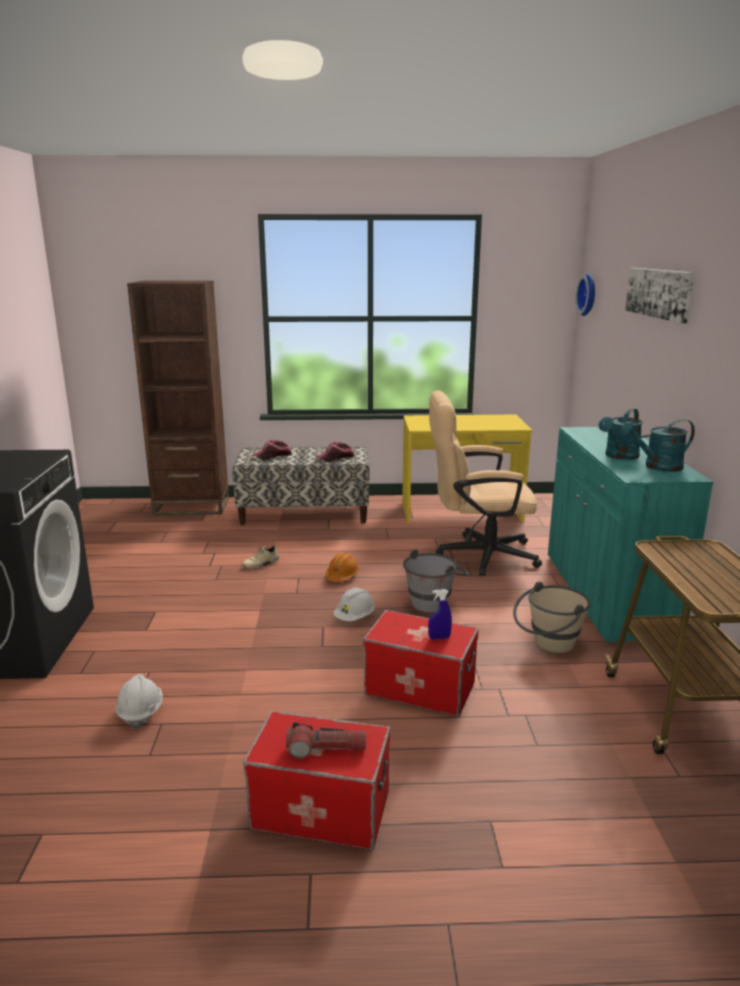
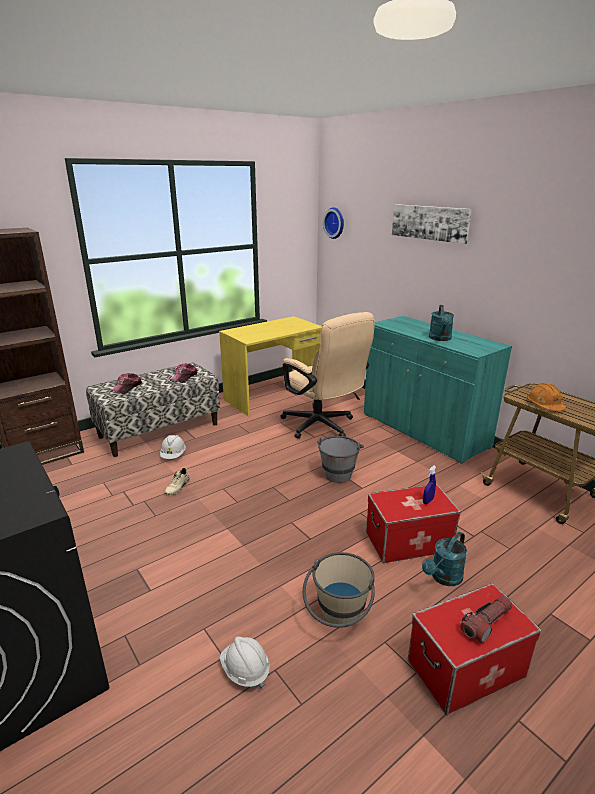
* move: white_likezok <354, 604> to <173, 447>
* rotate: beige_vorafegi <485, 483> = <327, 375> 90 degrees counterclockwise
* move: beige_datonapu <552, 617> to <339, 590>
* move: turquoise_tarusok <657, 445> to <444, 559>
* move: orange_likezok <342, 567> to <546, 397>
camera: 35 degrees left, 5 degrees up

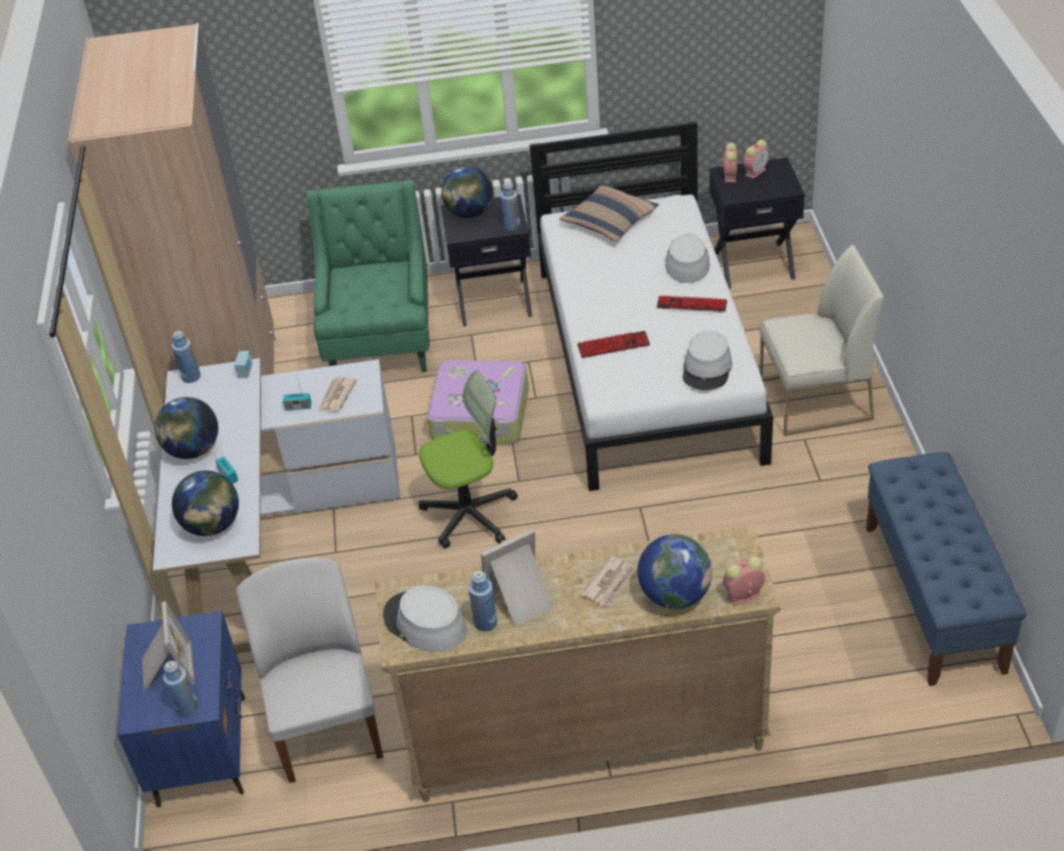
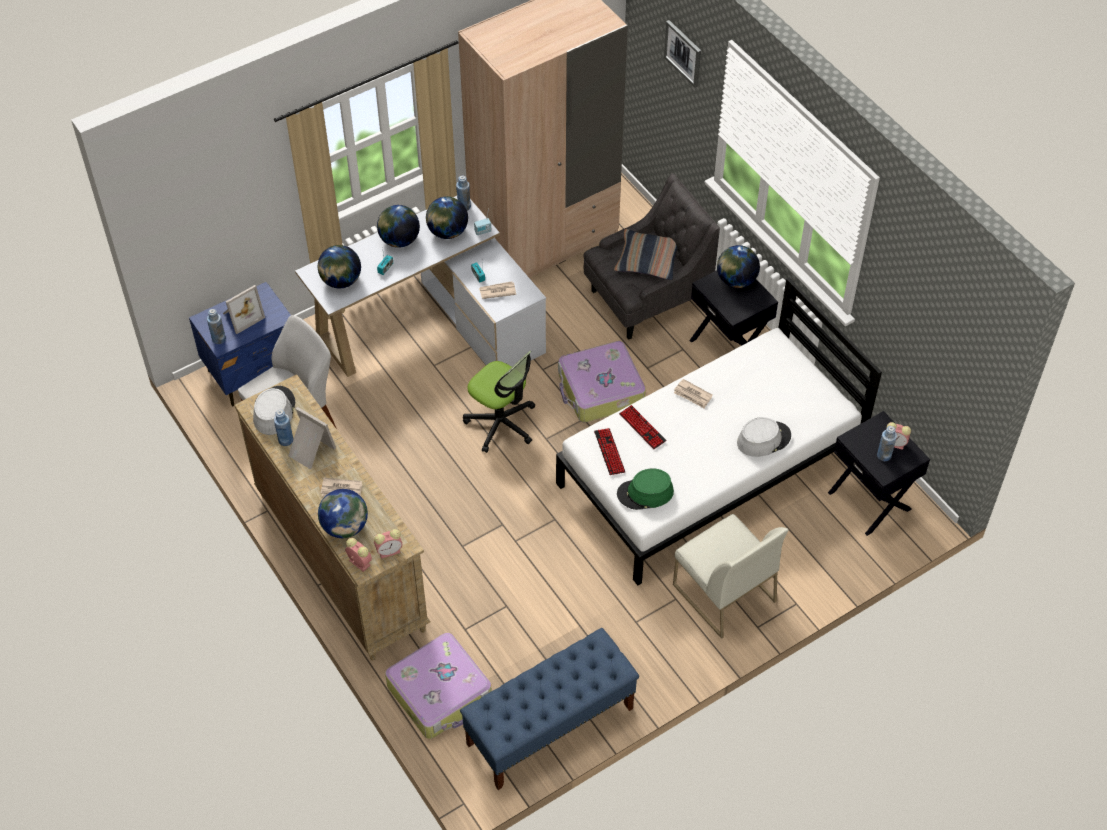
* move: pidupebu <729, 162> to <388, 544>
* insert: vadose <438, 686>
* insert: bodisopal <447, 218>
* recolor: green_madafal <368, 276> to grey_madafal <651, 256>
* move: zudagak <692, 304> to <609, 451>
* move: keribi <609, 212> to <646, 254>
* recolor: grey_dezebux <707, 360> to green_dezebux <645, 489>
* insert: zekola <682, 54>
* insert: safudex <693, 393>
* move: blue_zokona <510, 206> to <887, 443>
camera: 60 degrees right, 10 degrees up

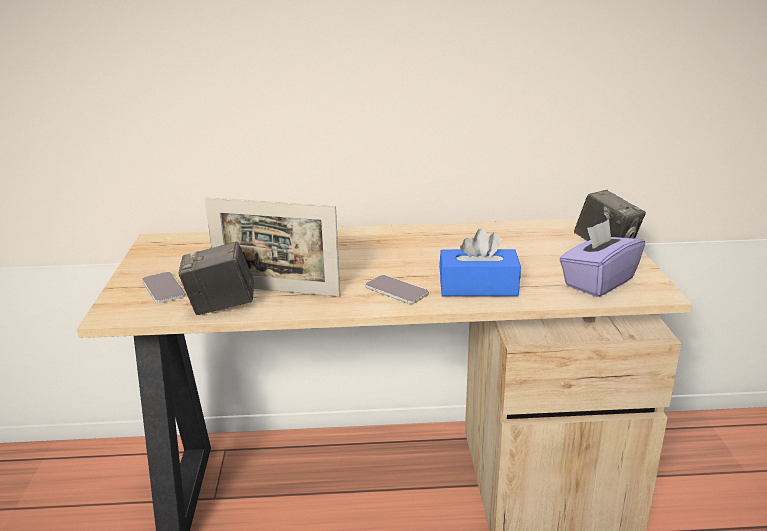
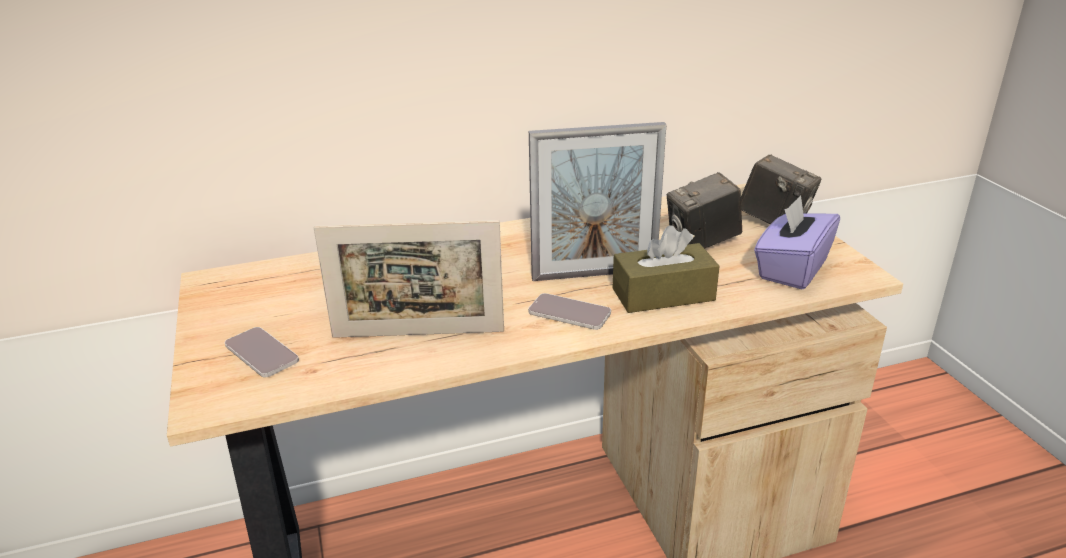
* insert: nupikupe <597, 201>
* recolor: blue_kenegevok <480, 262> to brown_kenegevok <666, 269>
* move: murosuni <216, 278> to <704, 210>
camera: 15 degrees left, 5 degrees up

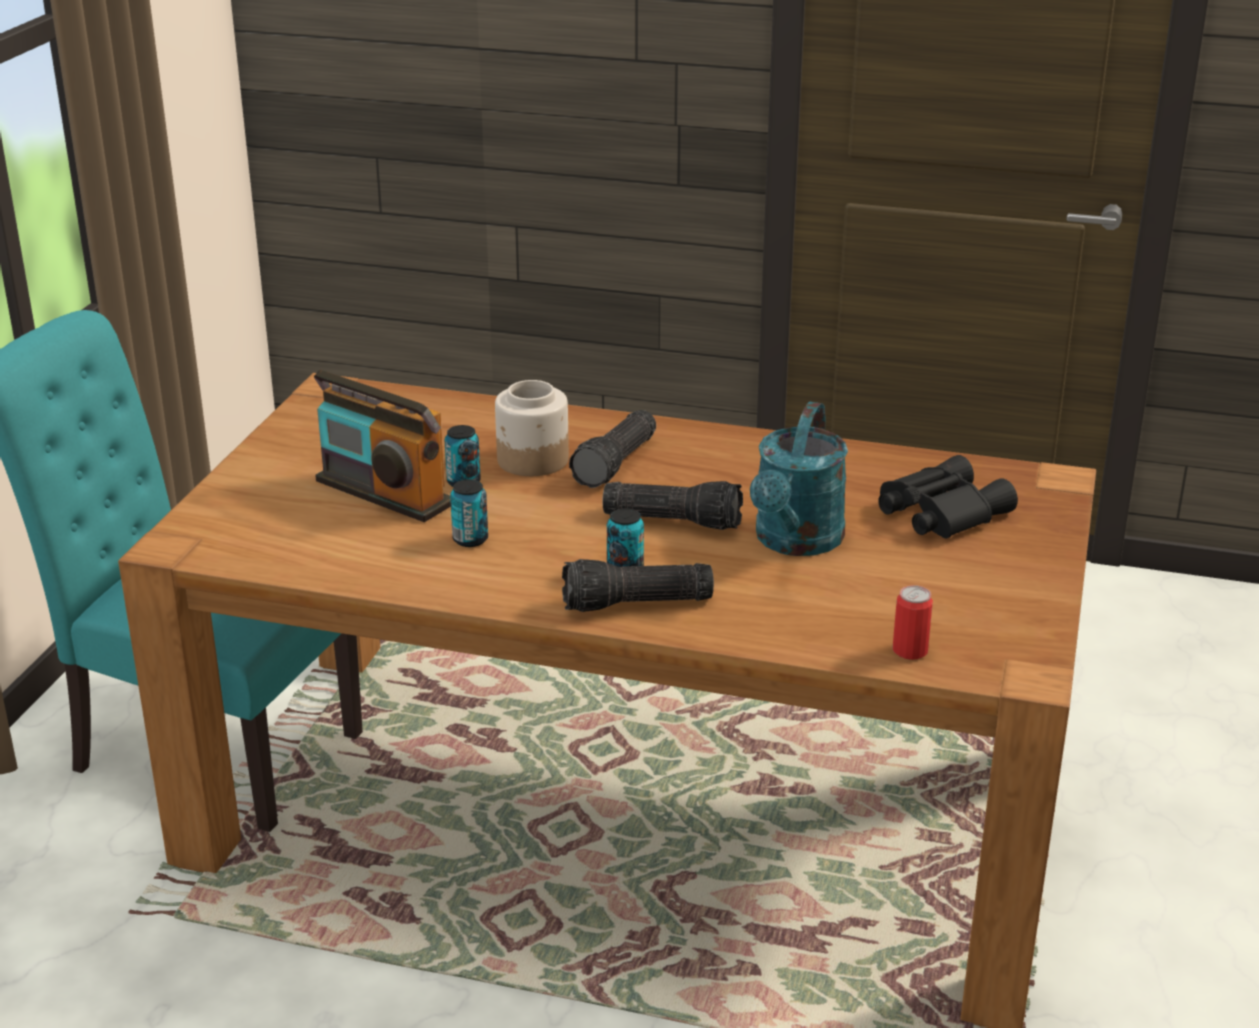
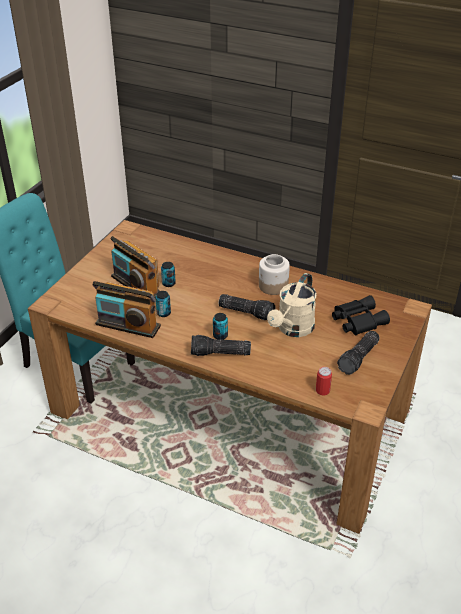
* insert: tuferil <126, 309>
* move: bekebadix <532, 428> to <274, 274>
* recolor: turquoise_tarusok <799, 478> to beige_tarusok <292, 305>
* move: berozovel <612, 449> to <358, 353>
camera: 10 degrees right, 10 degrees up

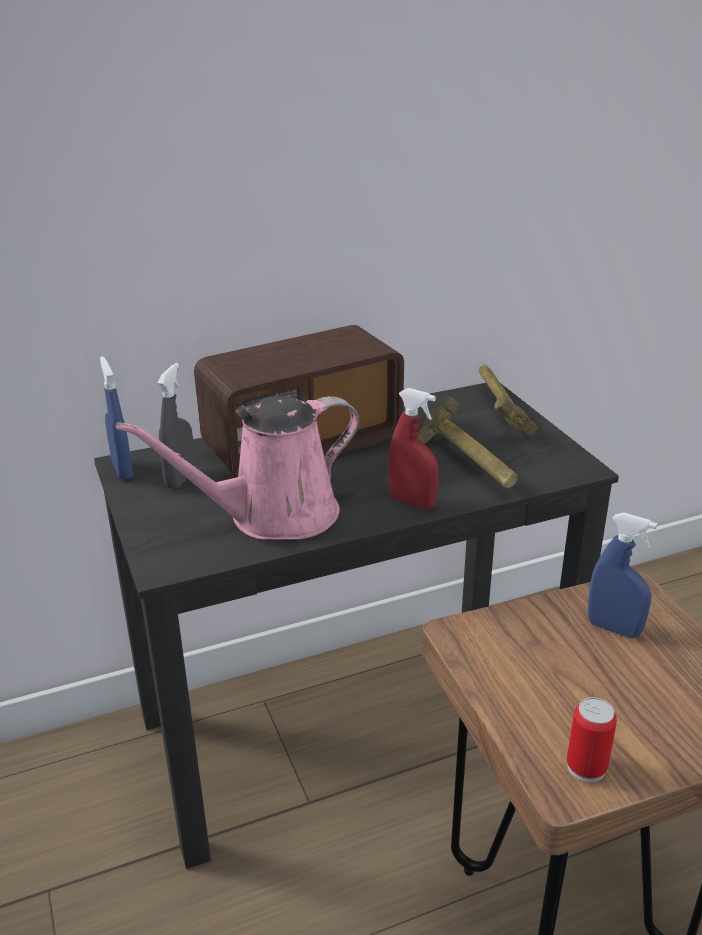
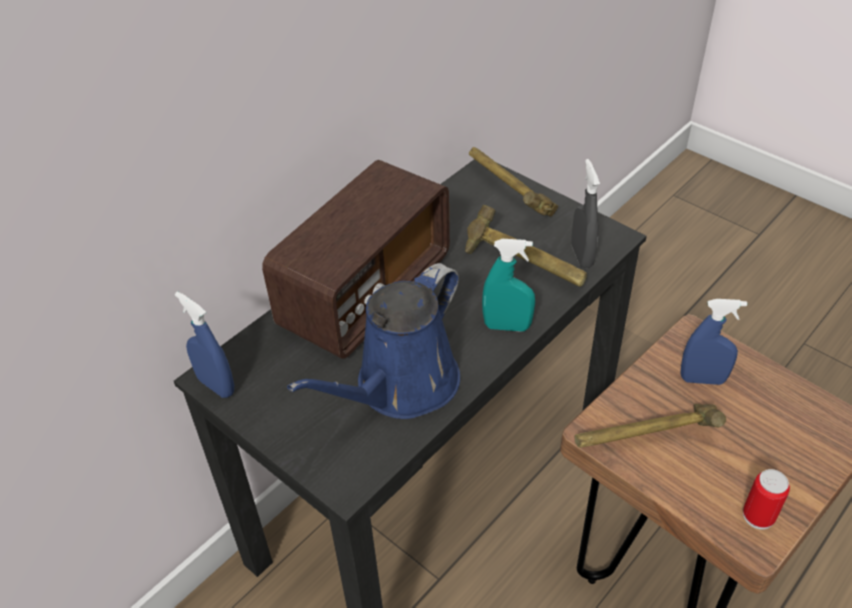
* recolor: pink_tarusok <237, 468> to blue_tarusok <373, 341>
* recolor: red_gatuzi <413, 448> to turquoise_gatuzi <508, 285>
* move: grey_gatuzi <176, 426> to <585, 213>
* insert: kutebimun <650, 425>
camera: 25 degrees left, 15 degrees up

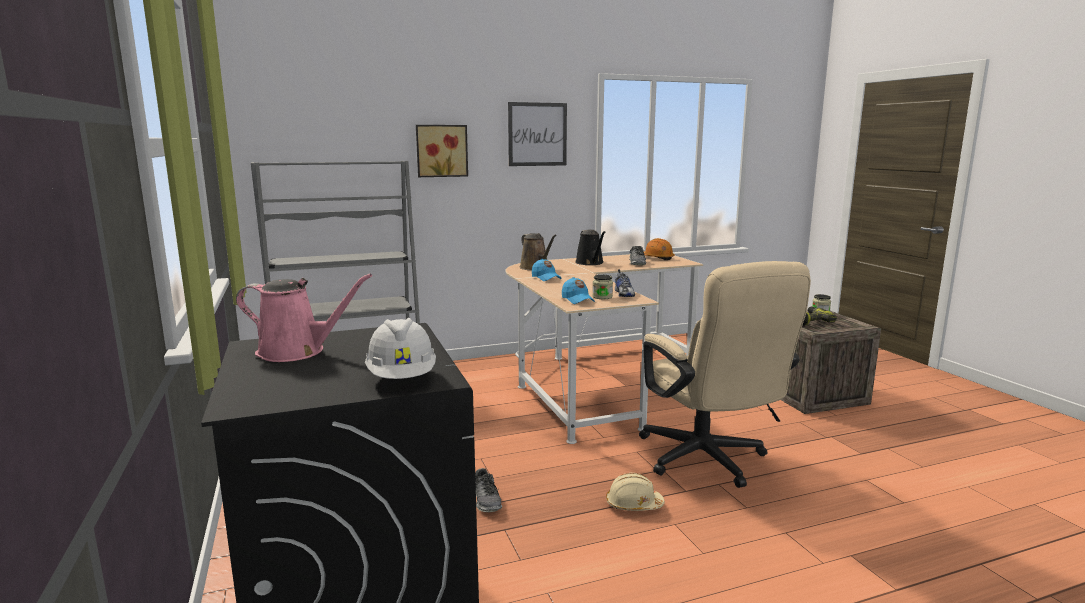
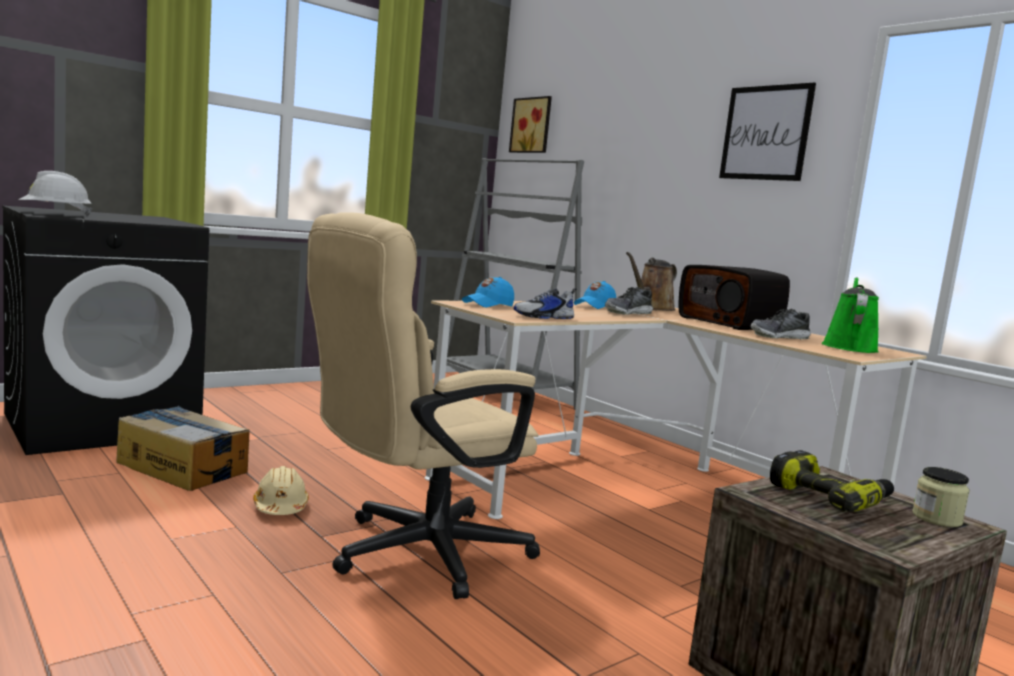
* insert: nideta <182, 448>
* move: zekola <442, 151> to <530, 124>
* move: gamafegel <488, 490> to <629, 301>
* replace: black_tarusok <590, 247> to tuferil <734, 297>
* replace: orange_likezok <659, 249> to green_tarusok <850, 315>
* delete: pink_tarusok <304, 318>
* delete: bekebadix <602, 287>
camera: 70 degrees right, 5 degrees down

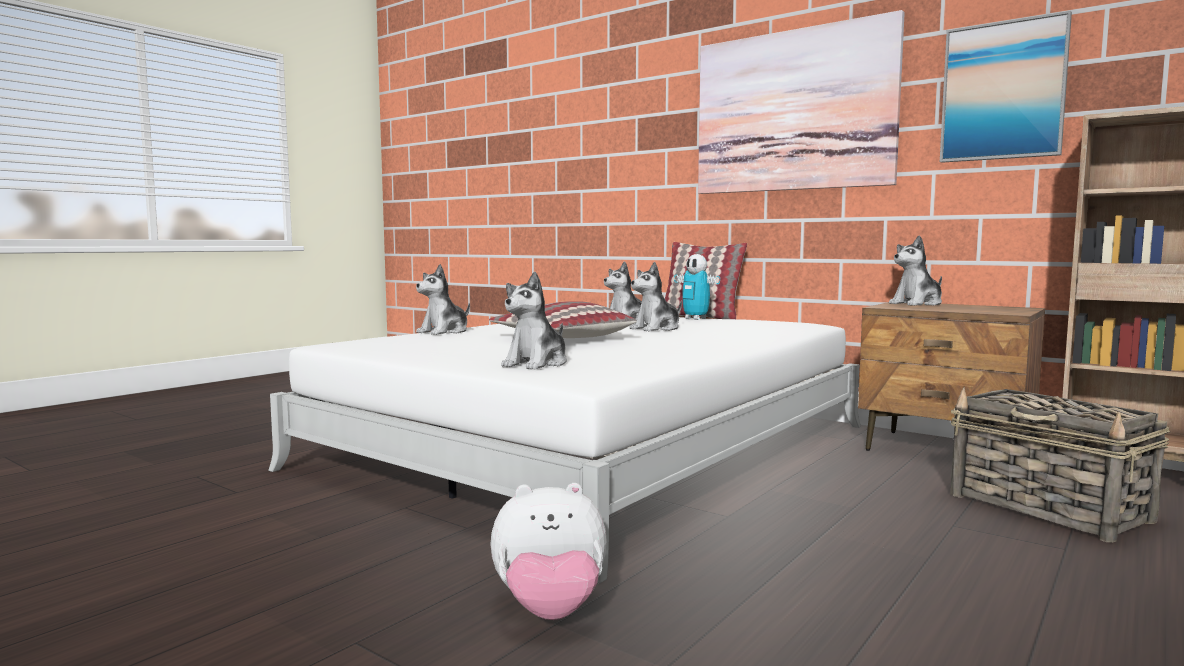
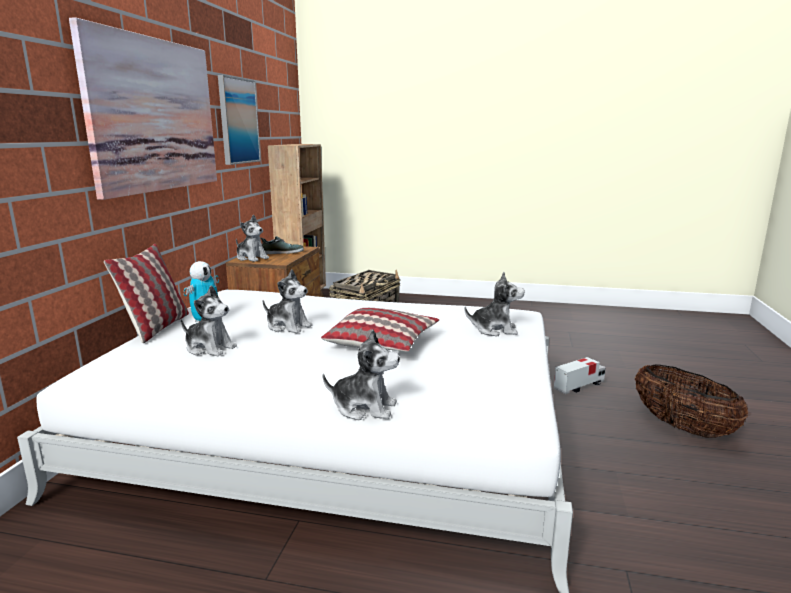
* insert: gamafegel <282, 245>
* replace: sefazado <548, 551> to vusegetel <580, 375>
* insert: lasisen <691, 401>
camera: 115 degrees left, 10 degrees up

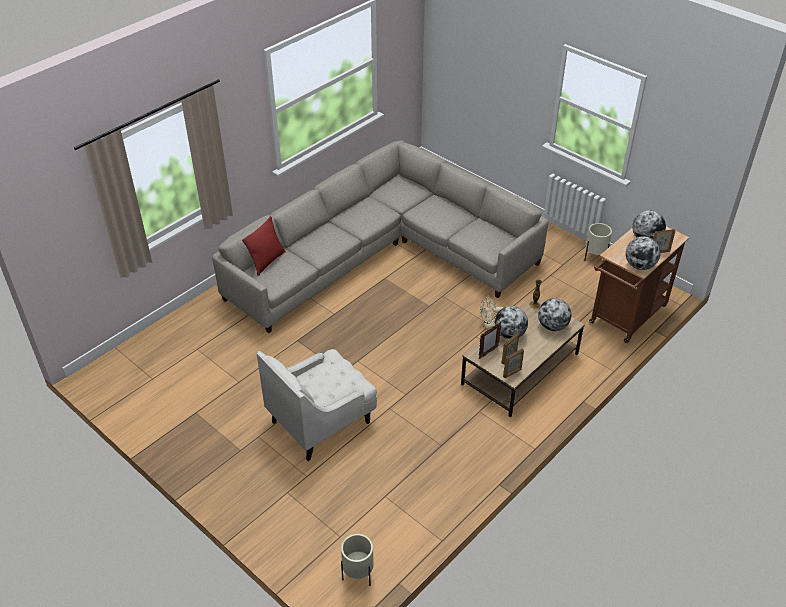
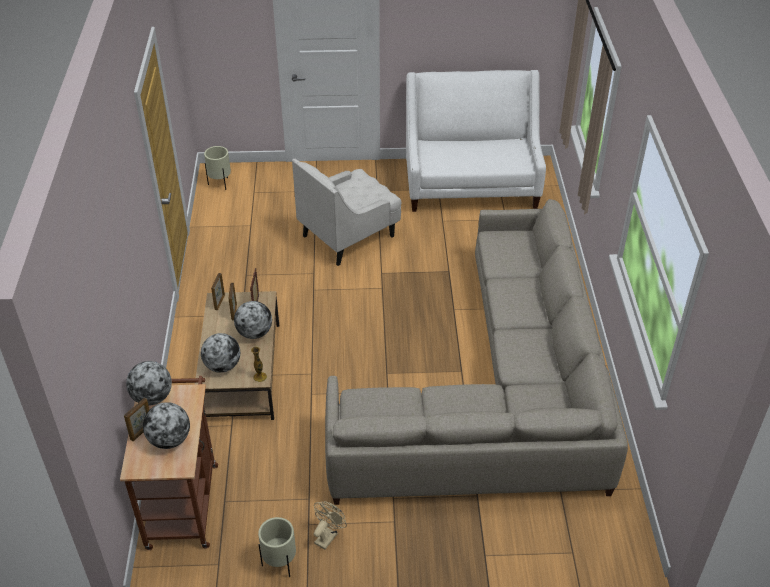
* rotate: white_madafal <317, 405> = <347, 212> 135 degrees counterclockwise
* move: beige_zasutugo <492, 312> to <330, 525>
* insert: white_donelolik <476, 141>
* delete: red_keribi <264, 246>
camera: 135 degrees right, 0 degrees up

